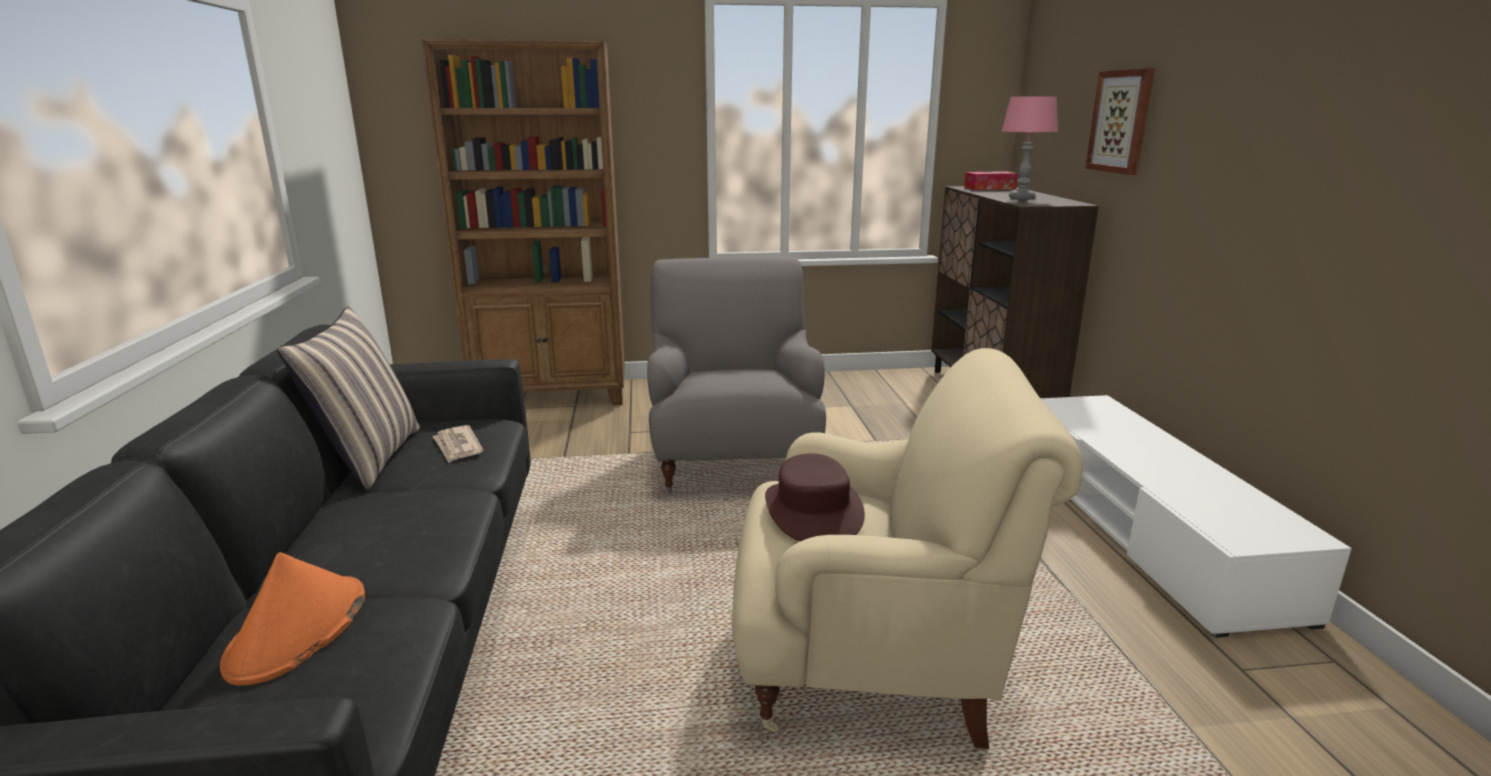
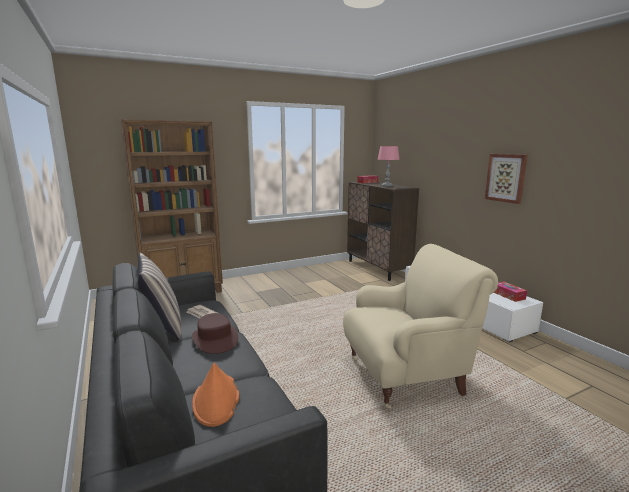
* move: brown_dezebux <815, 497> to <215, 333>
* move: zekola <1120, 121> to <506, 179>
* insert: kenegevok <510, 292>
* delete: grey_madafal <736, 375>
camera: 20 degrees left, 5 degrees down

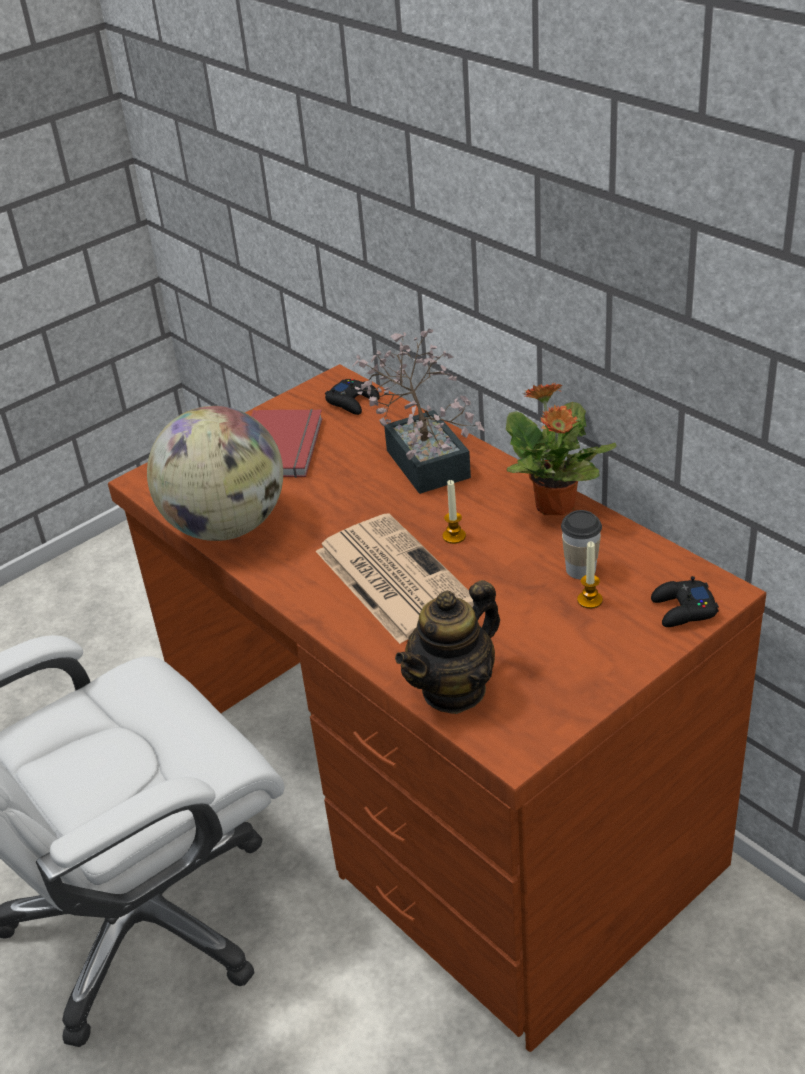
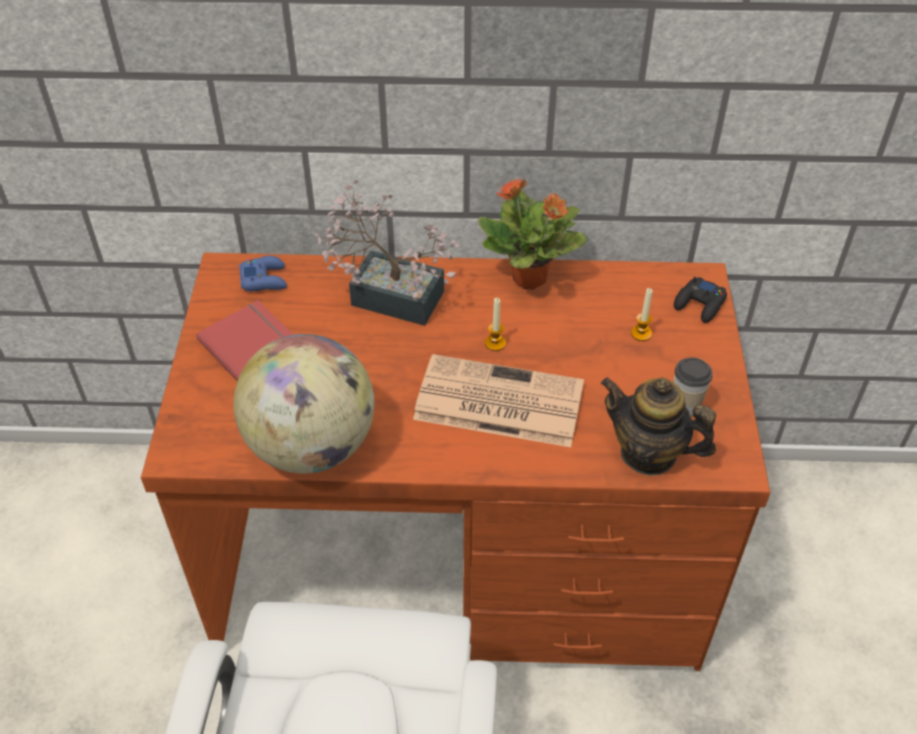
* recolor: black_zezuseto <352, 397> to blue_zezuseto <263, 273>
* rotate: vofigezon <447, 647> = <658, 426> 120 degrees clockwise
* move: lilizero <581, 544> to <693, 387>
camera: 50 degrees left, 10 degrees up

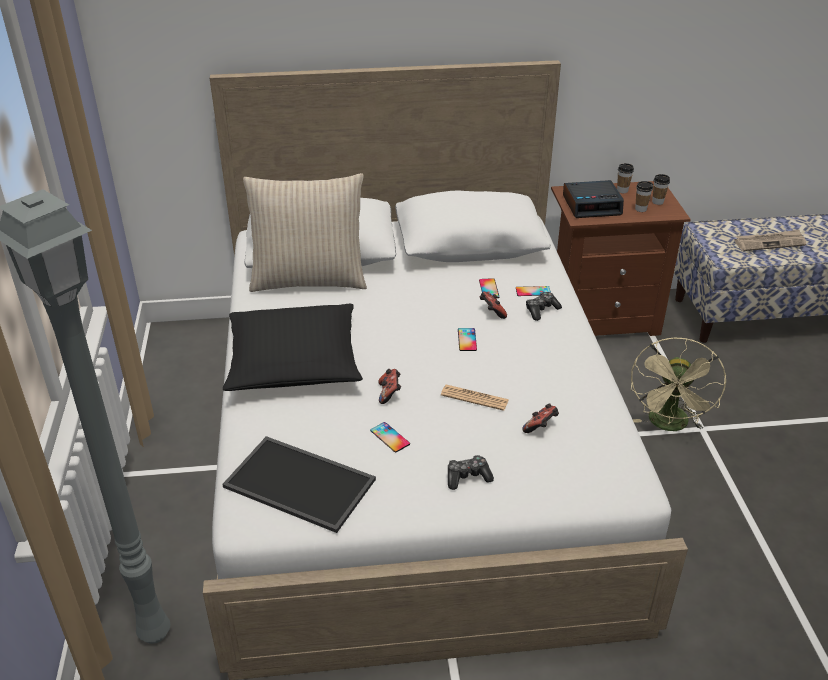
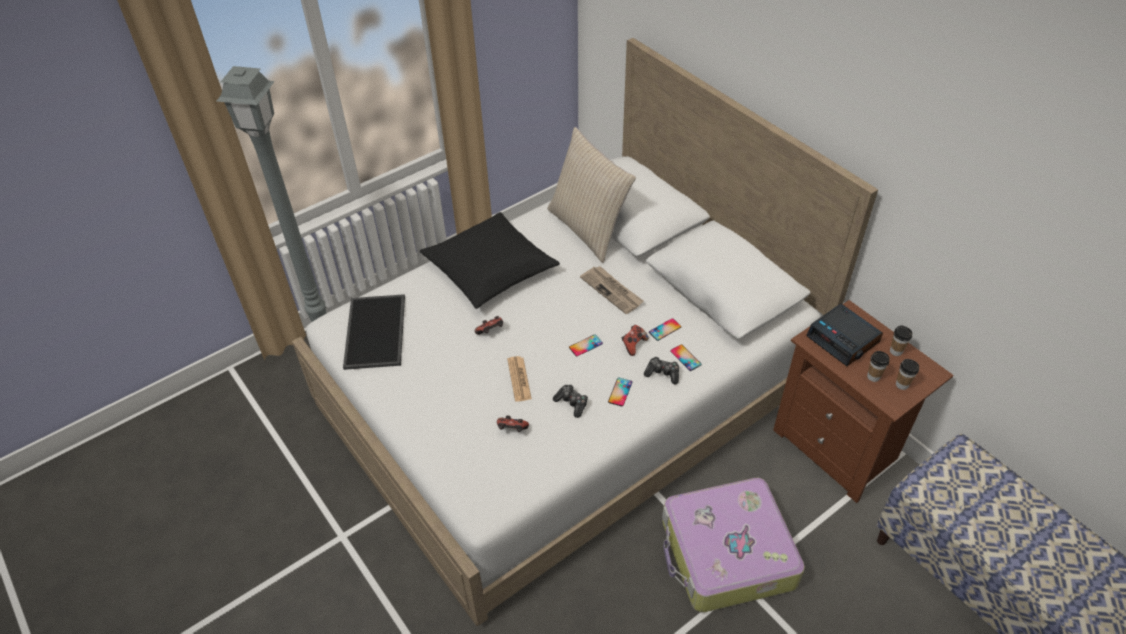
* move: zezuseto <471, 472> to <570, 401>
* move: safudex <770, 240> to <612, 290>
* move: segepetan <390, 437> to <620, 391>
* replace: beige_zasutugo <678, 384> to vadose <733, 545>
camera: 60 degrees right, 10 degrees up

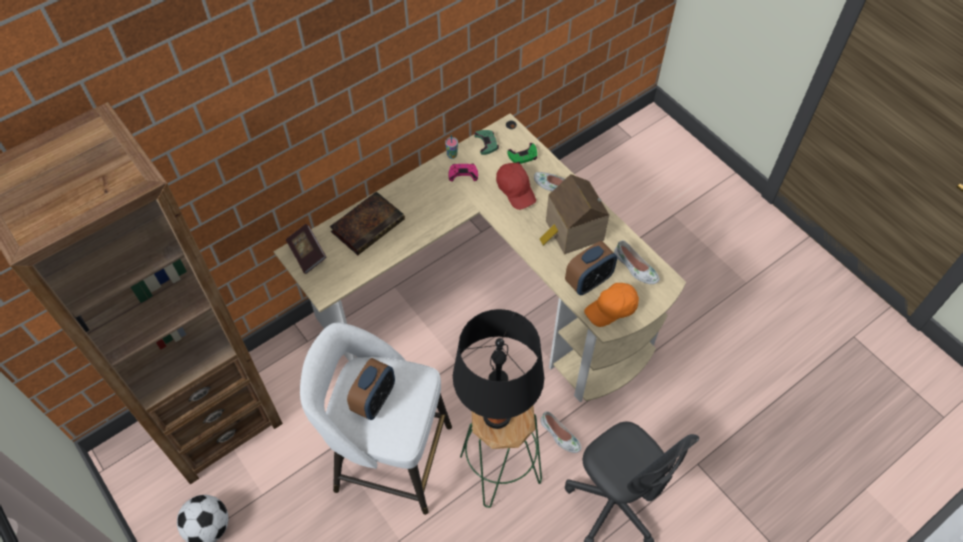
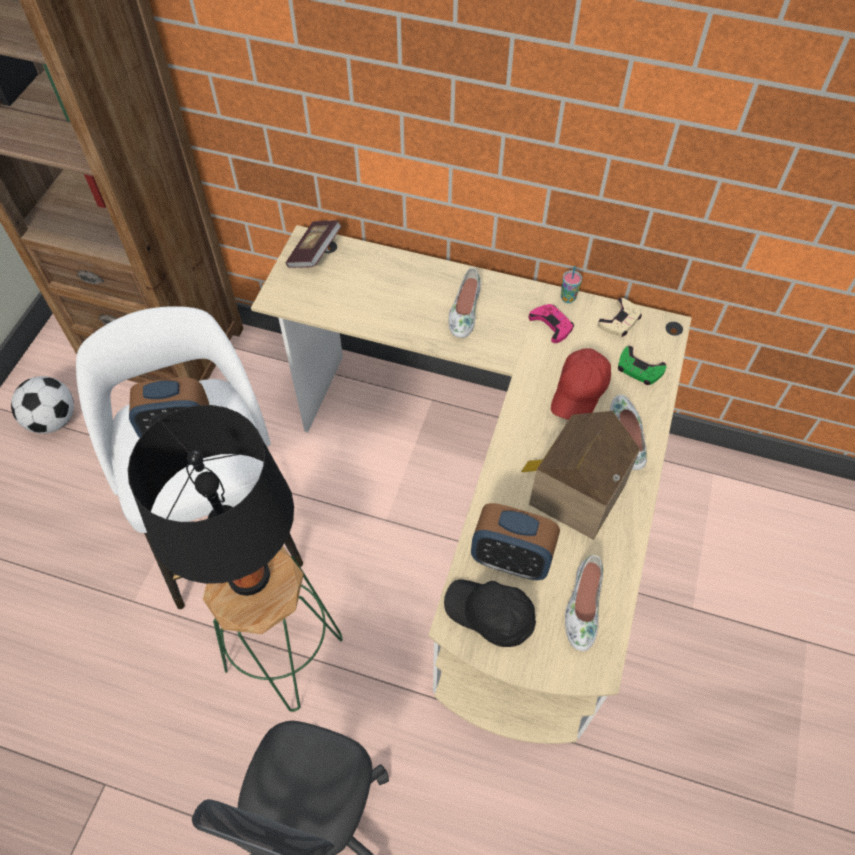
* recolor: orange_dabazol <611, 305> to black_dabazol <490, 613>
* move: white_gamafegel <560, 432> to <465, 302>
* recolor: green_zezuseto <486, 142> to beige_zezuseto <620, 317>
* delete: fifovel <367, 223>
camera: 55 degrees right, 0 degrees up

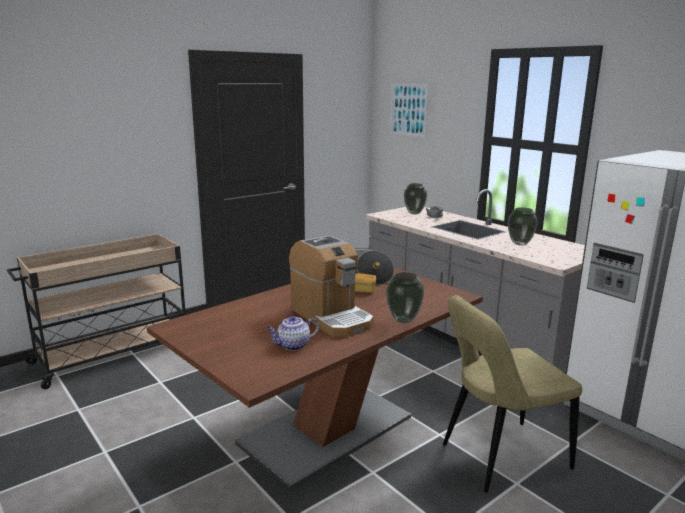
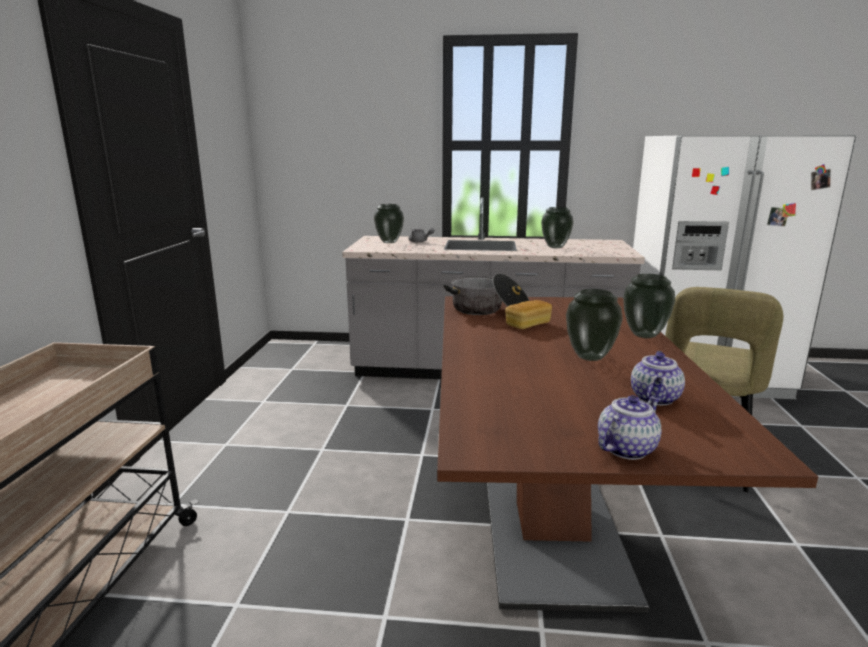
* replace: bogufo <331, 286> to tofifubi <594, 325>
* insert: vofigezon <630, 427>
* delete: zekola <409, 110>
camera: 45 degrees left, 0 degrees up

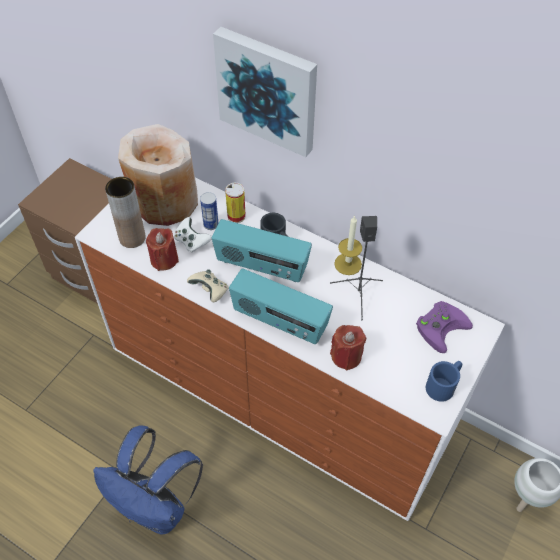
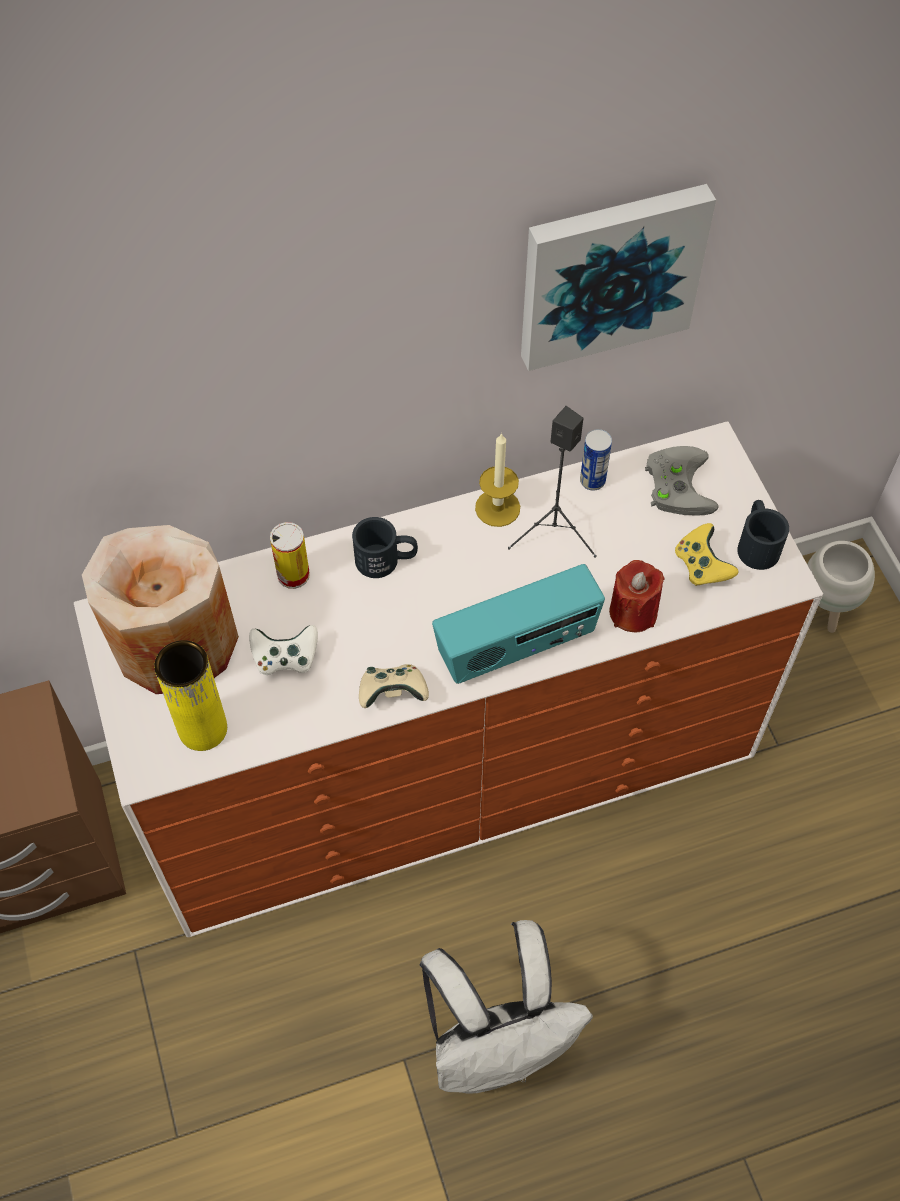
* recolor: brown_tofifubi <125, 212> to yellow_tofifubi <190, 695>
* recolor: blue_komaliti <148, 480> to white_komaliti <506, 1007>
* move: zekola <265, 92> to <618, 277>
* move: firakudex <209, 211> to <596, 460>
* recolor: purple_zezuseto <444, 327> to grey_zezuseto <682, 480>
* insert: yellow_zezuseto <707, 554>
* recolor: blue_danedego <444, 381> to black_danedego <763, 535>
* delete: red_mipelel <162, 249>
* delete: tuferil <262, 250>
camera: 50 degrees left, 5 degrees up

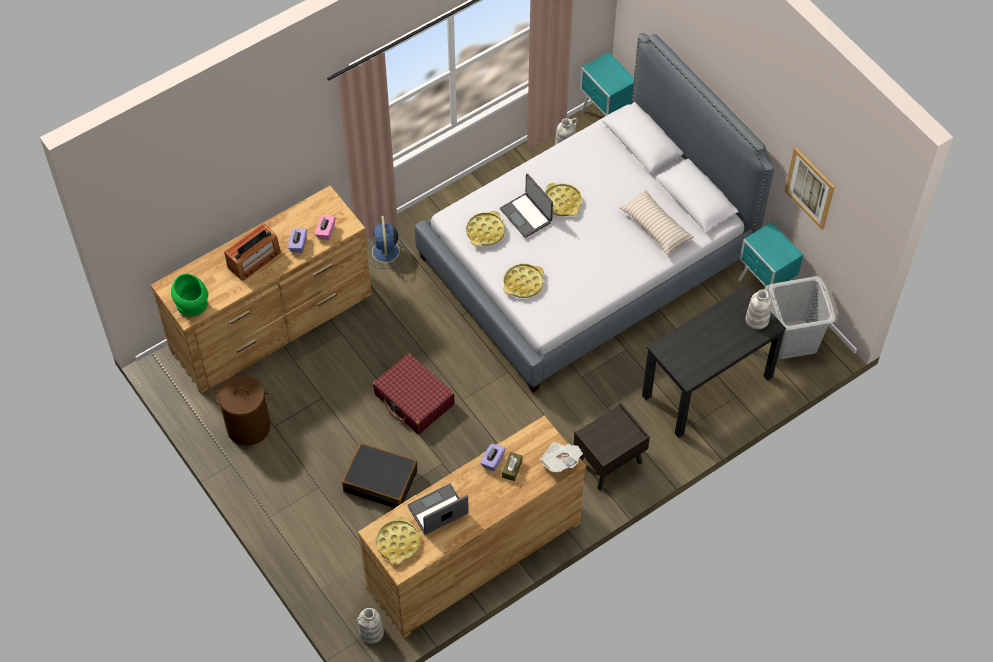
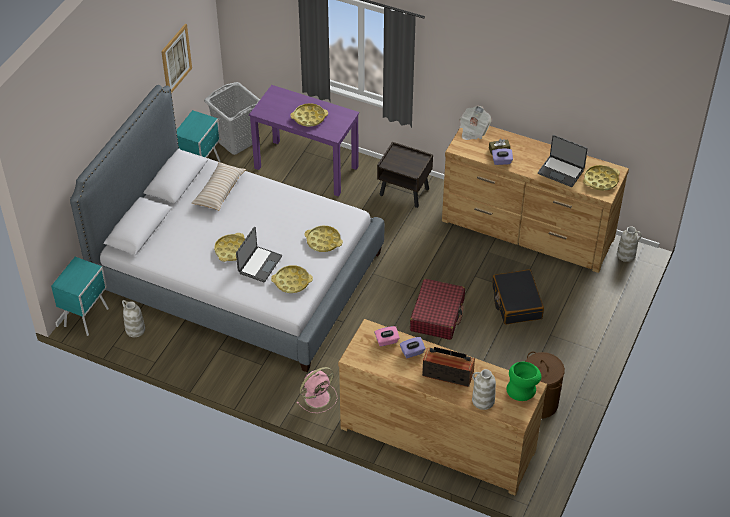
* recolor: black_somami <714, 361> to purple_somami <304, 141>
* insert: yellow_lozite <309, 115>
* recolor: blue_zasutugo <387, 242> to pink_zasutugo <317, 390>
* move: white_tofifubi <759, 307> to <484, 389>
camera: 120 degrees left, 10 degrees down

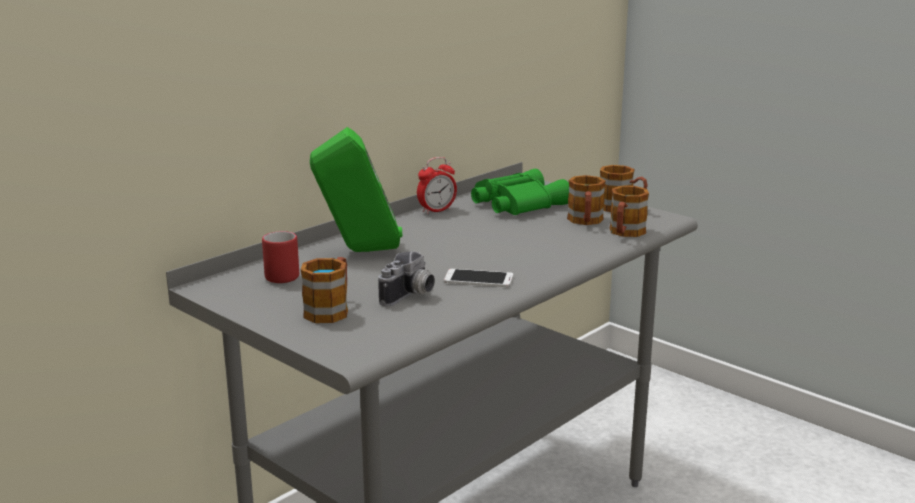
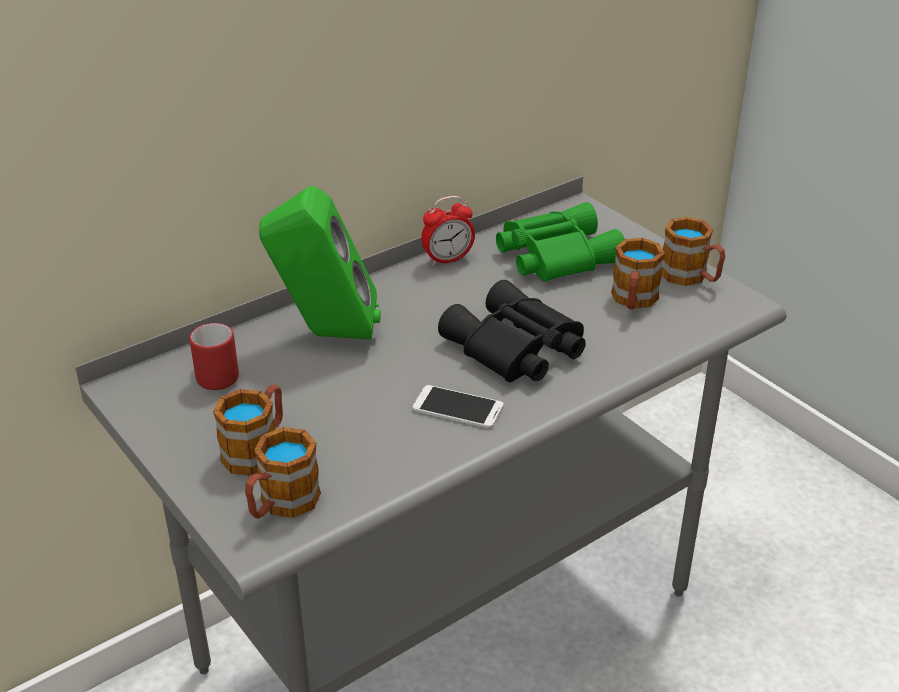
* move: danedego <629, 211> to <283, 473>
* insert: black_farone <512, 331>
* delete: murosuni <406, 278>
camera: 10 degrees right, 15 degrees up

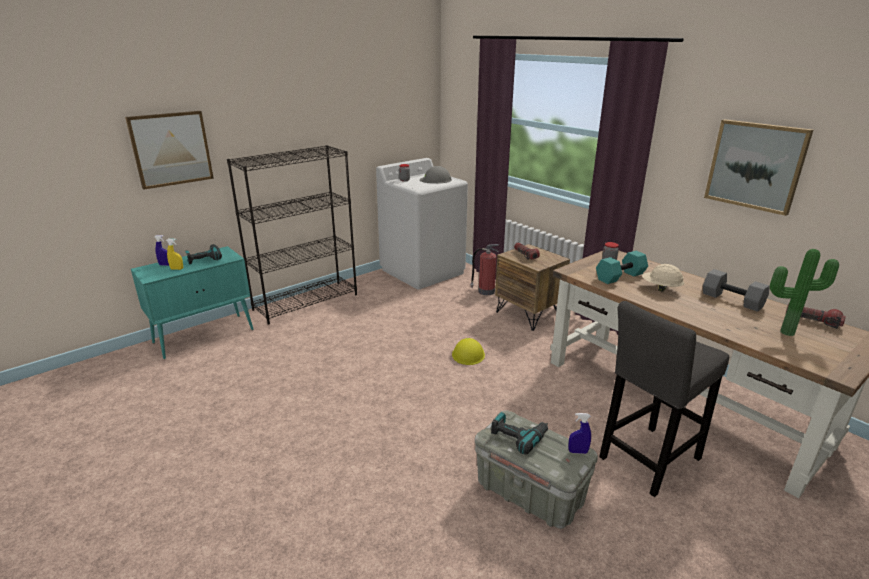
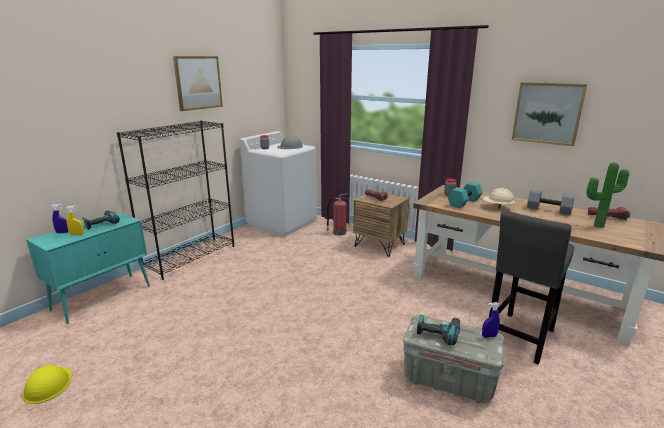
* move: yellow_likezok <468, 351> to <47, 384>
* move: zekola <169, 150> to <198, 83>
camera: 15 degrees left, 5 degrees down

